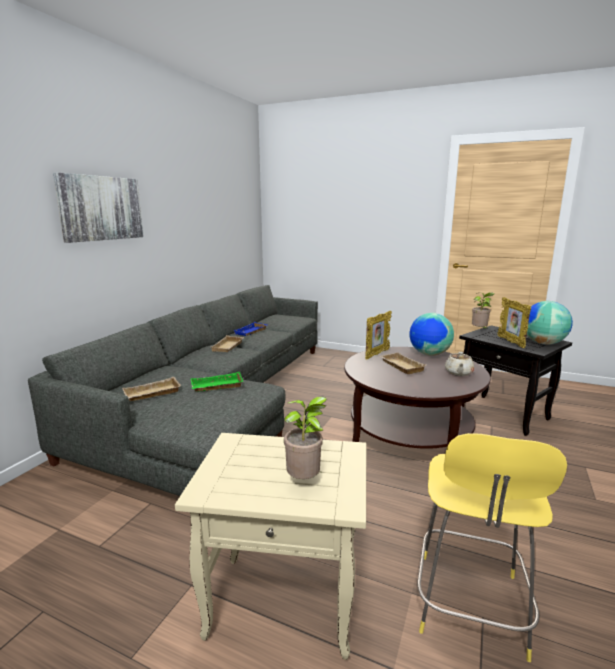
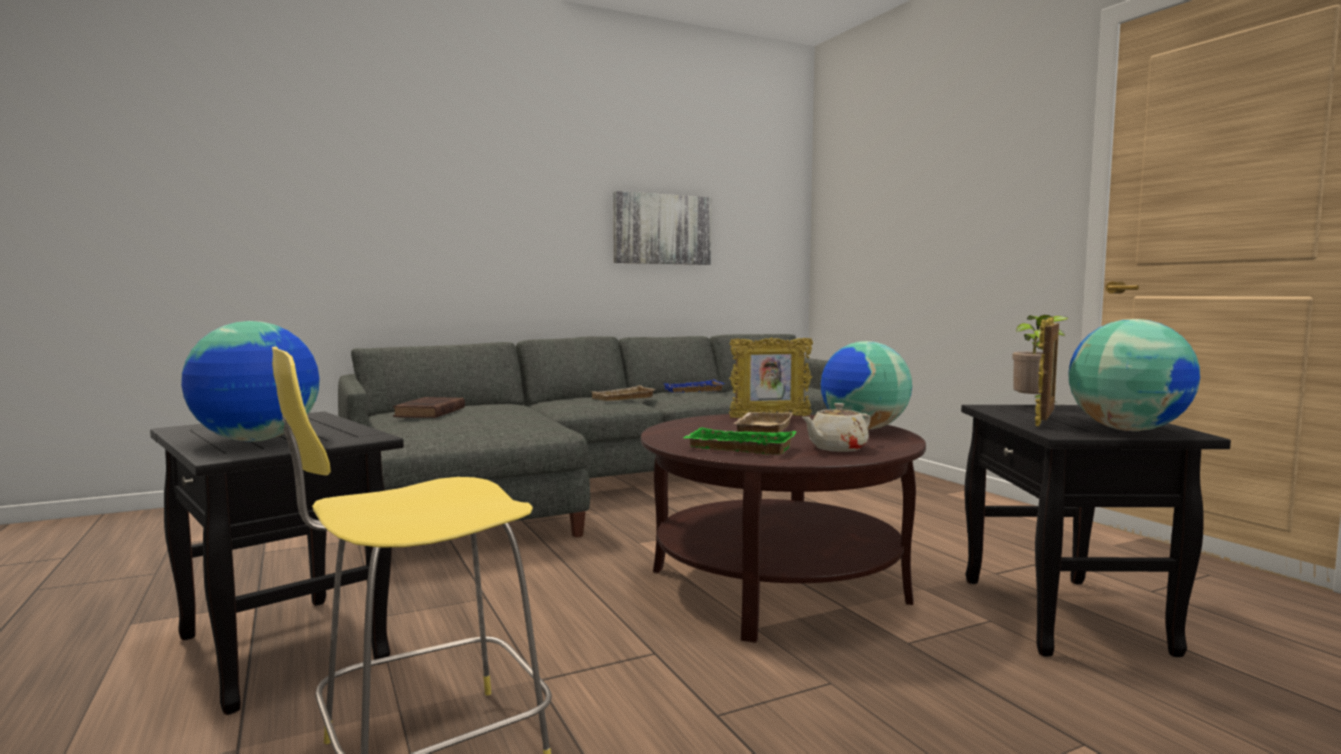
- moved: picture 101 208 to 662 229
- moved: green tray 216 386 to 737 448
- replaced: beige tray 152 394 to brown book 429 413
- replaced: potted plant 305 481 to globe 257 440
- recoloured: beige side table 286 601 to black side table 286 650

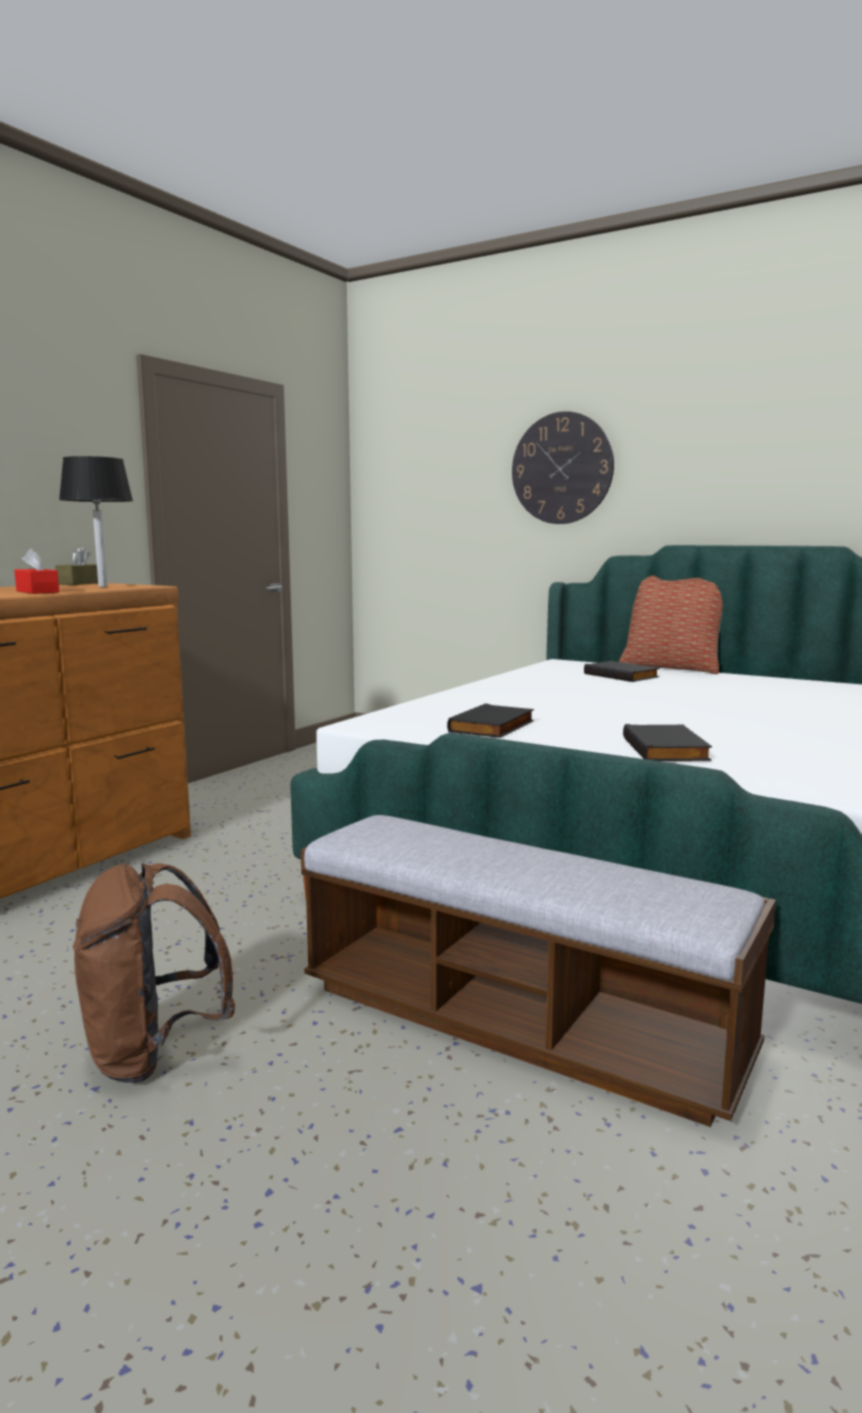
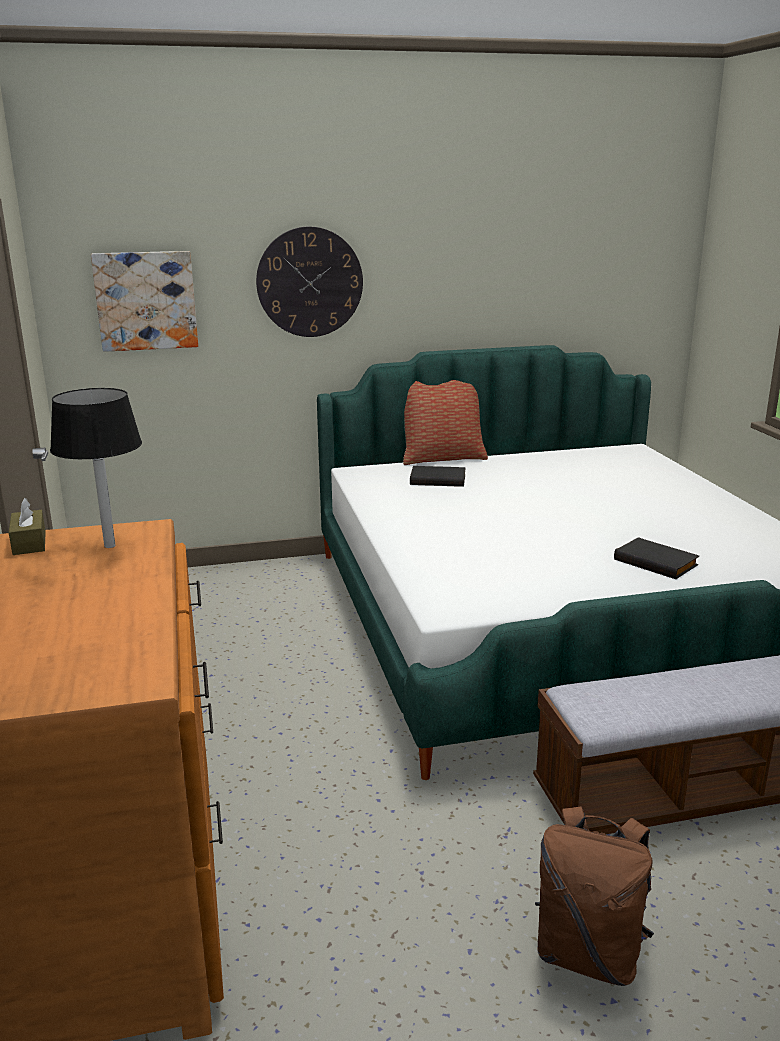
- removed: red tissue box 37 591
- removed: black book 493 727
- added: picture 146 301

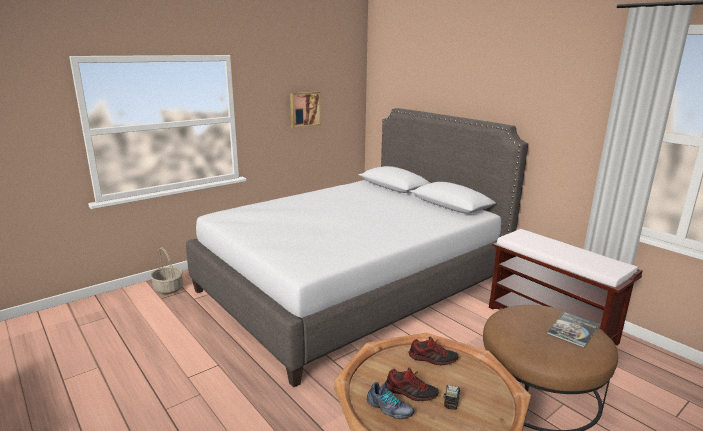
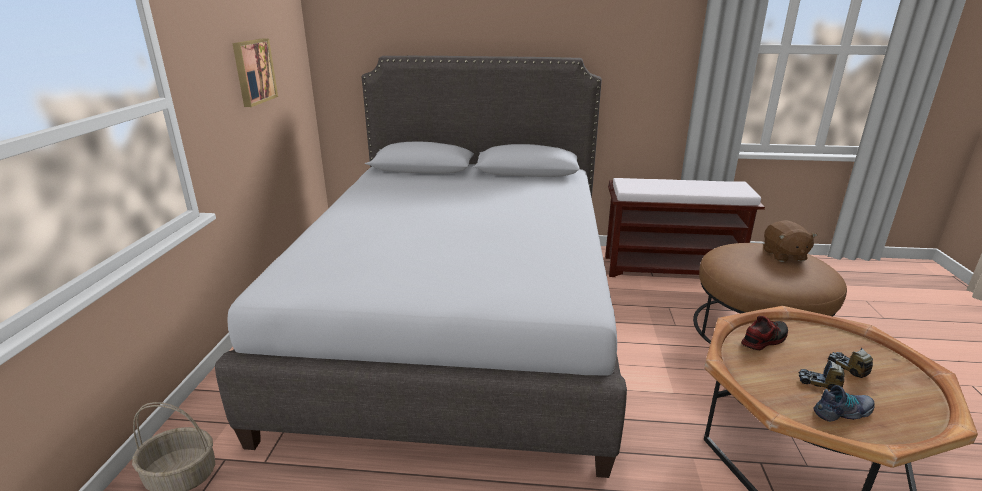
- replaced: shoe 411 392 to toy truck 819 383
- replaced: book 573 330 to brown plush toy 784 255

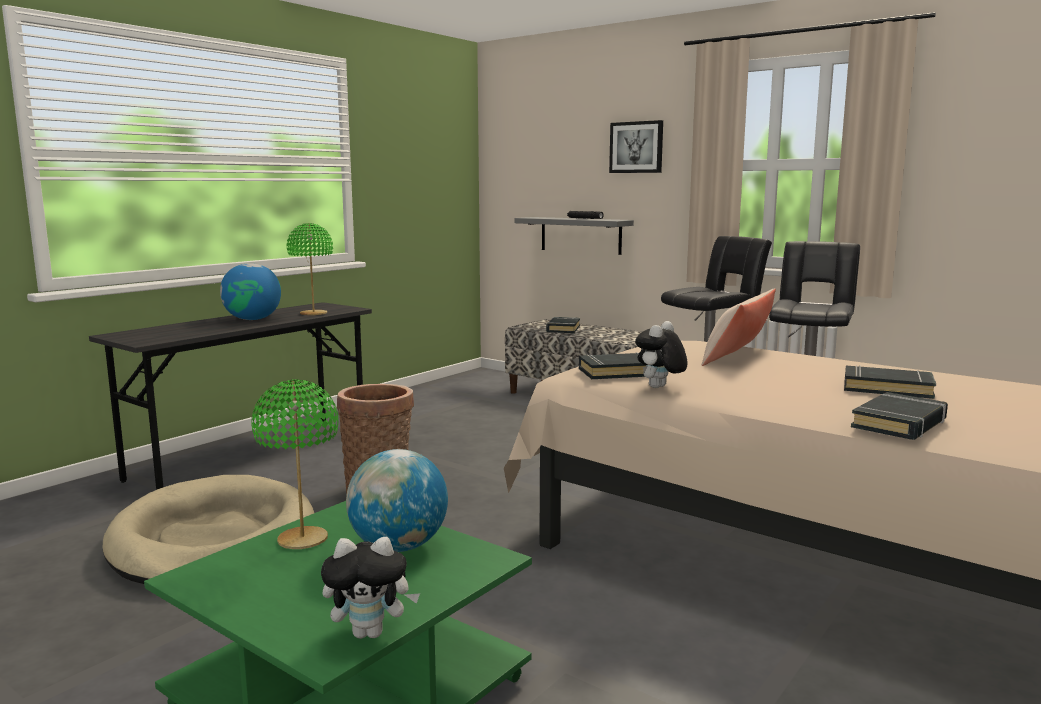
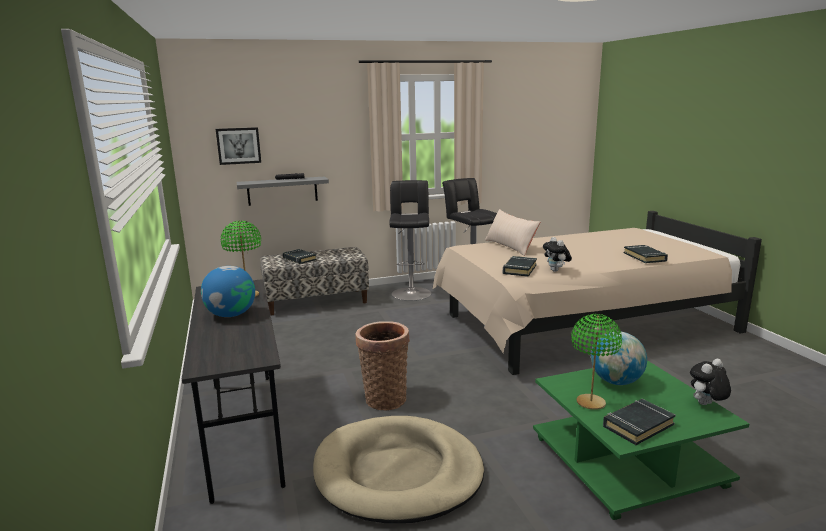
- moved: picture 636 147 to 238 145
- moved: black book 887 388 to 637 425
- turned: plush toy 371 632 = 706 405 150 degrees counterclockwise

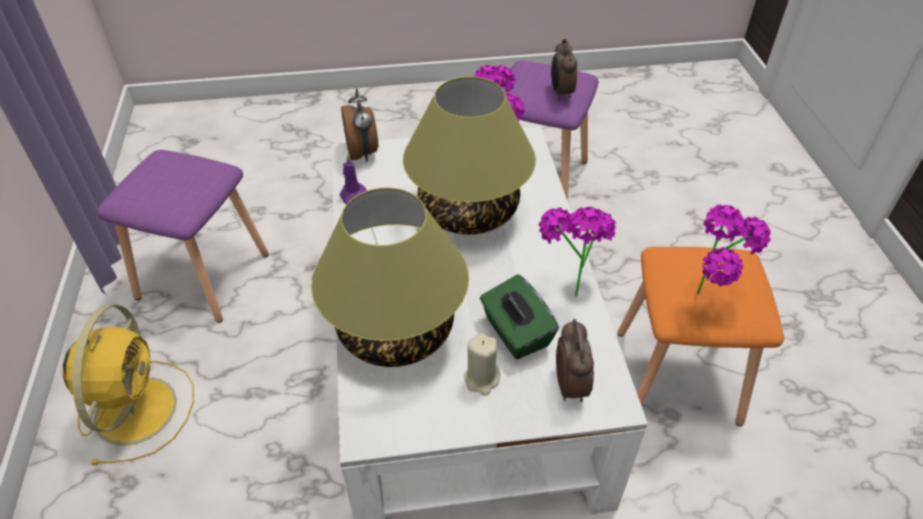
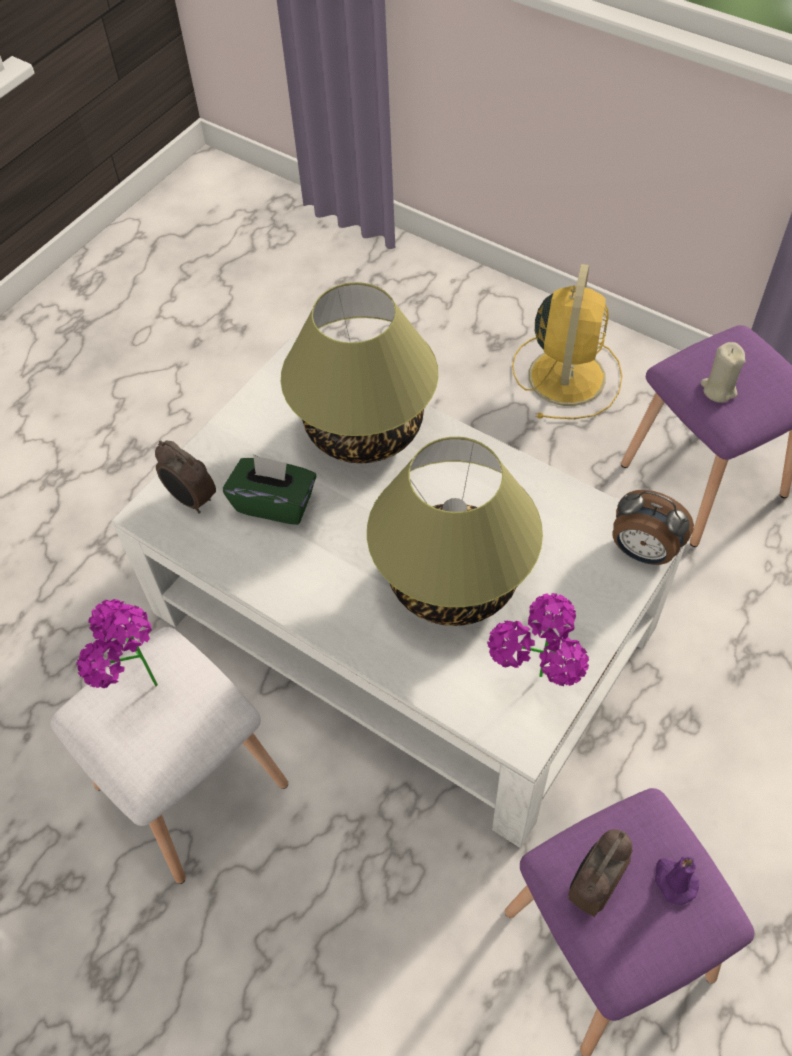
- removed: potted plant 569 285
- moved: purple candle 352 194 to 674 880
- moved: beige candle 482 379 to 718 389
- recoloured: orange stool 679 375 to white stool 190 788
- turned: yellow fan 137 407 = 567 374 120 degrees counterclockwise
- turned: alarm clock 560 93 = 593 886 90 degrees counterclockwise

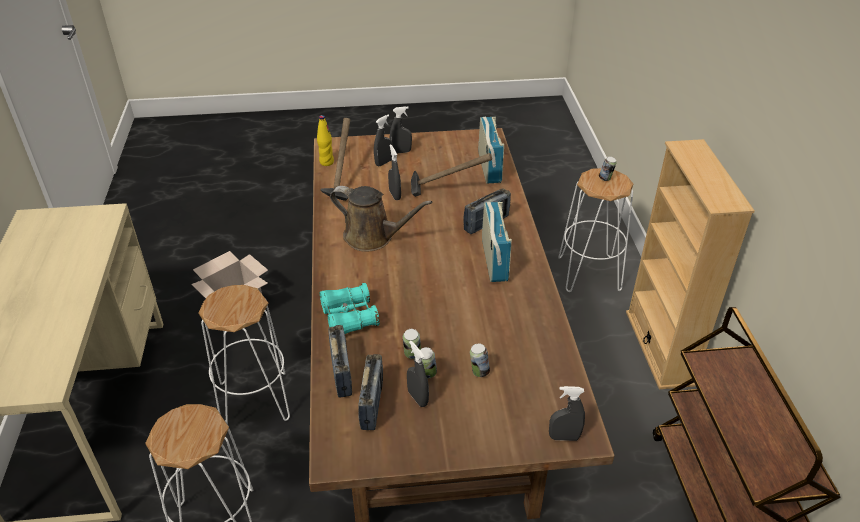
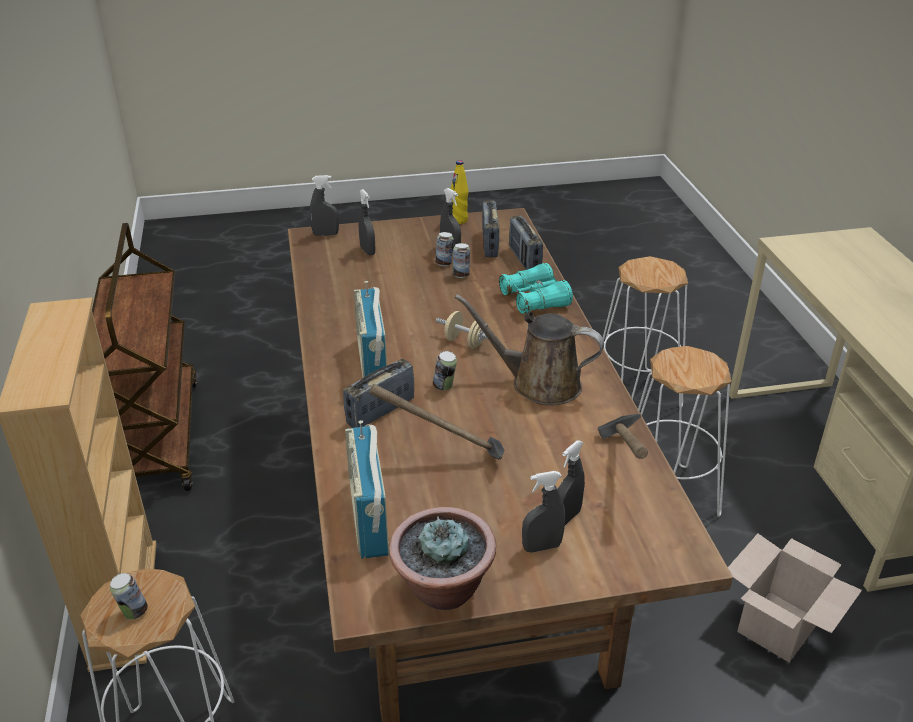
- added: potted plant 443 589
- added: beige dumbbell 465 342
- moved: yellow bottle 326 162 to 459 220
- moved: grey spray bottle 395 195 to 367 251
- moved: can 479 372 to 444 387

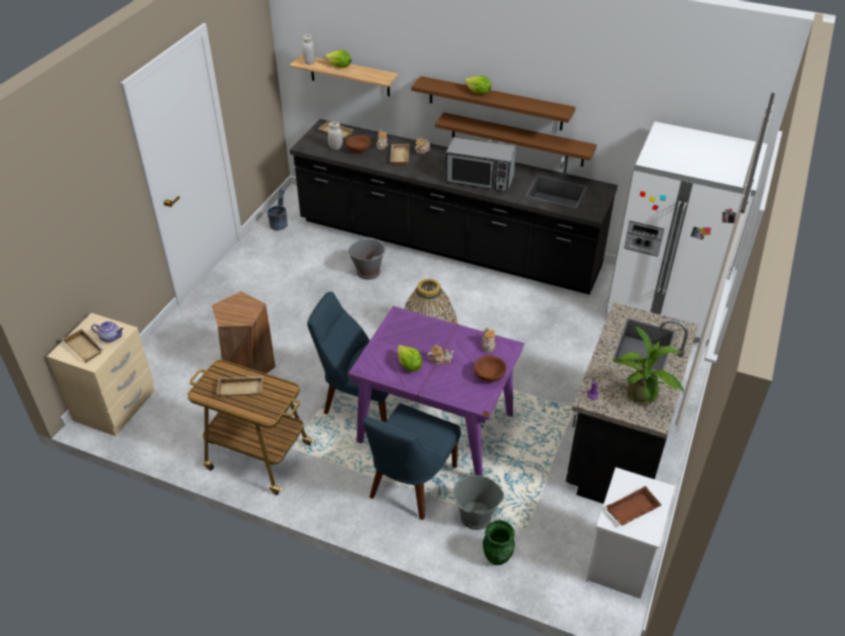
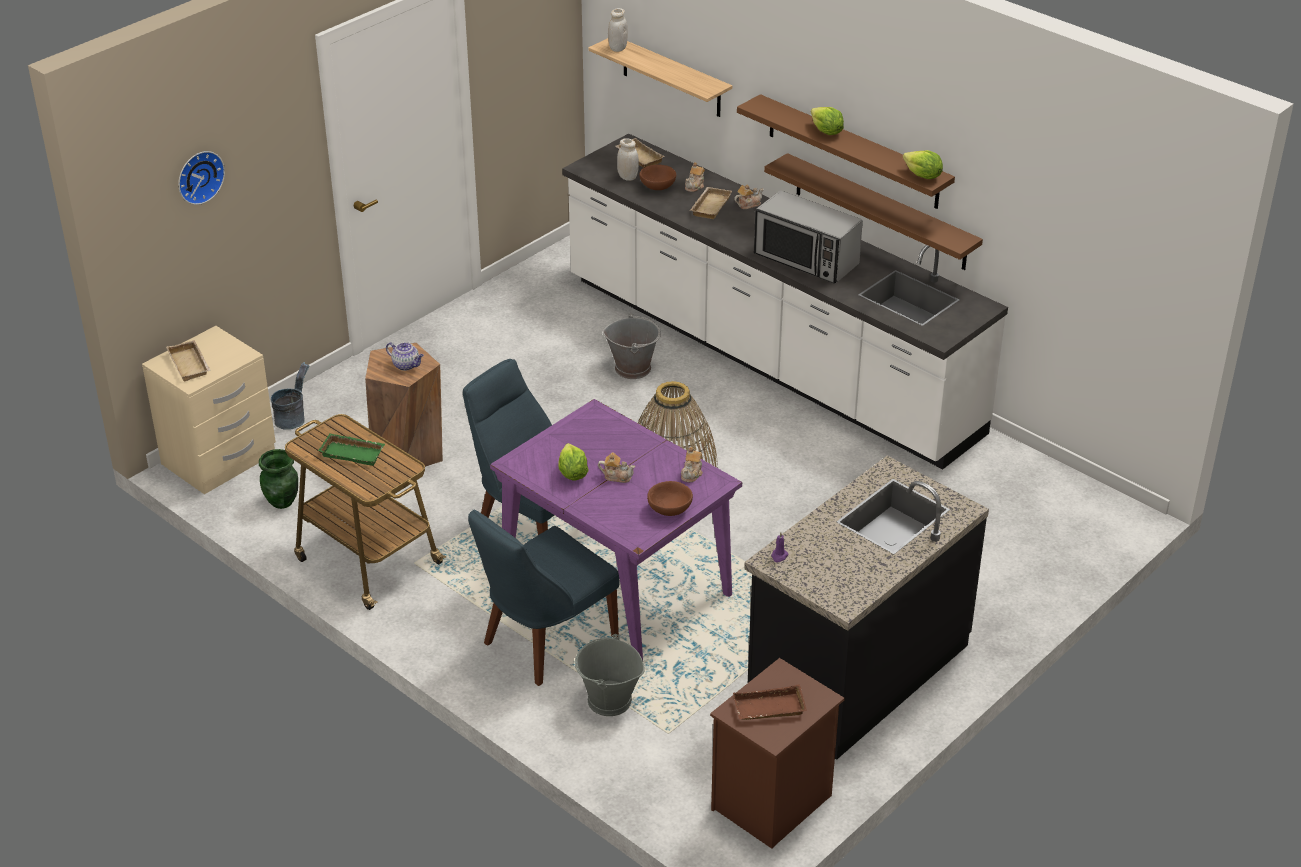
- removed: white fridge 664 307
- removed: potted plant 643 397
- added: wall clock 198 176
- moved: teapot 111 337 to 406 365
- moved: grey bucket 279 223 to 293 418
- moved: lettuce 339 67 to 922 176
- moved: green vase 497 557 to 282 501
- recoloured: beige tray 241 388 to green tray 353 452
- recoloured: black counter 447 246 to white counter 768 357
- recoloured: white nightstand 621 563 to brown nightstand 772 804

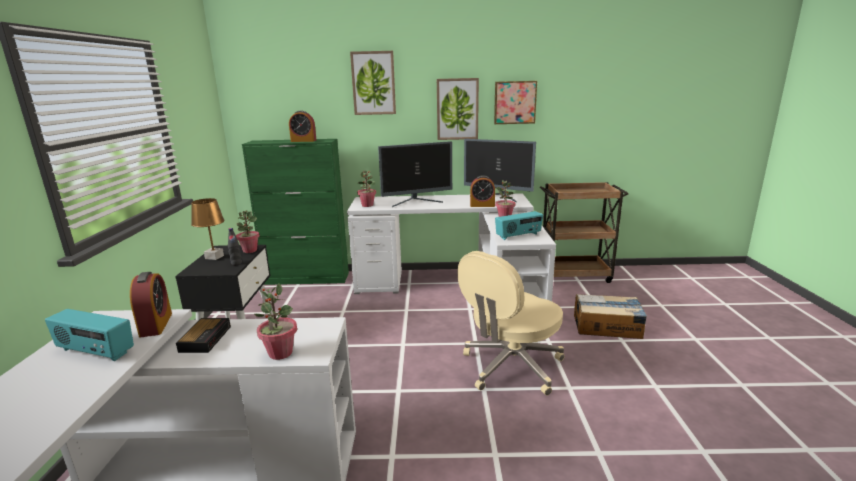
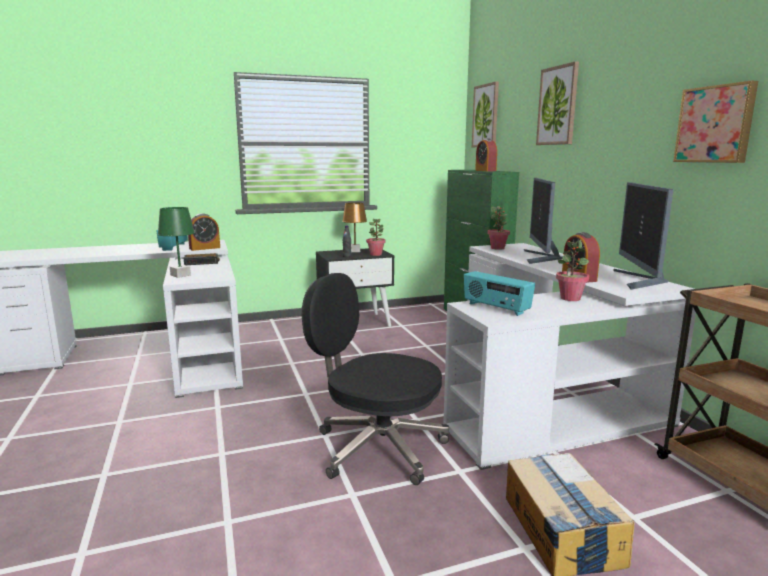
- moved: picture 457 109 to 486 116
- replaced: potted plant 280 353 to green table lamp 180 275
- recoloured: beige office chair 510 367 to black office chair 377 447
- turned: monitor 416 202 = 541 258 45 degrees clockwise

